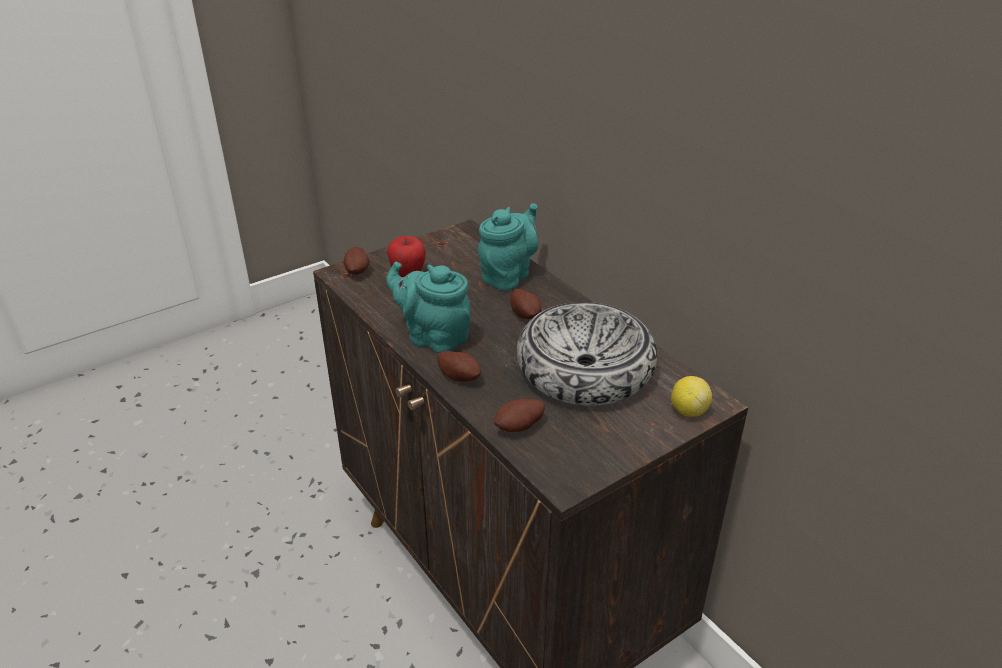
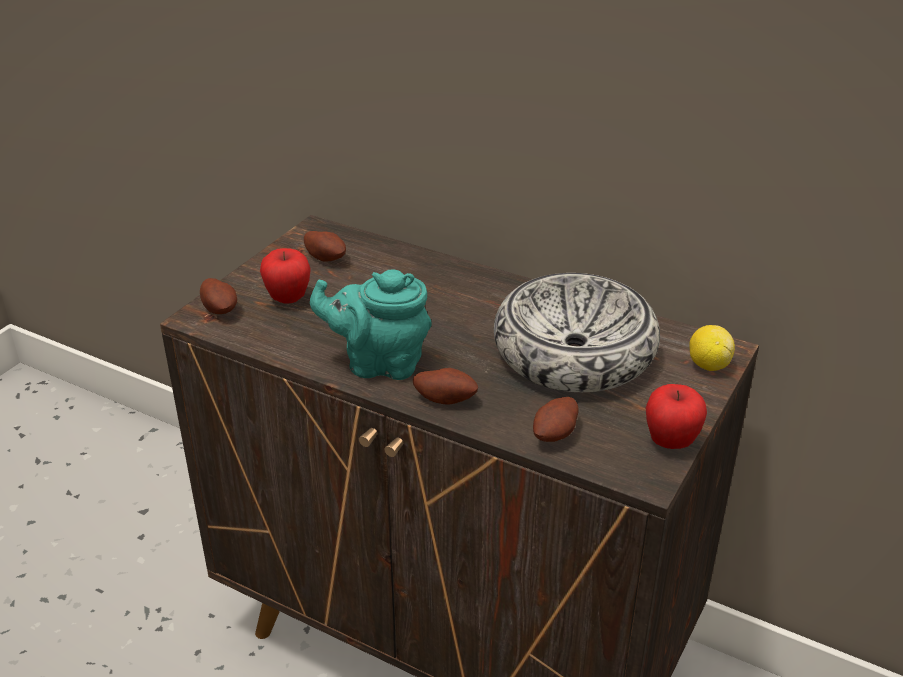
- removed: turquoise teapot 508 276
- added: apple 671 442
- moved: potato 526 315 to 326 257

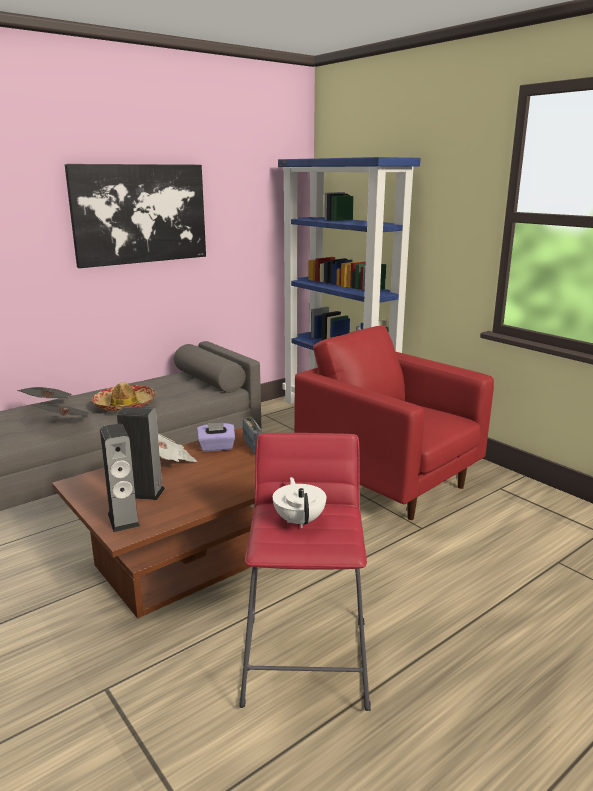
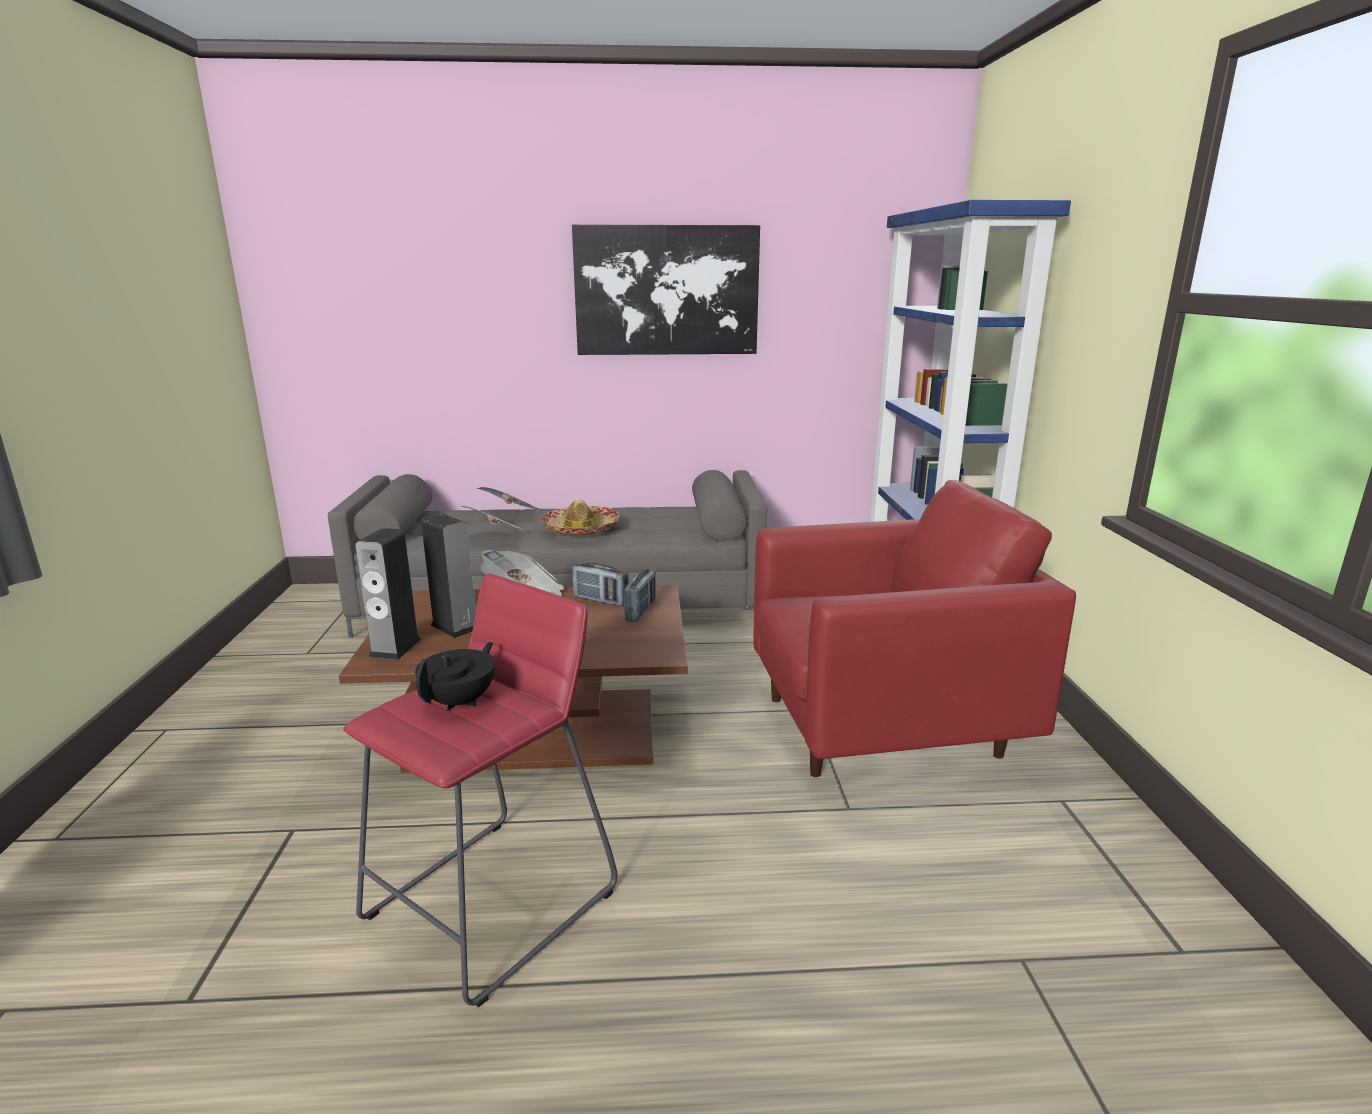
- replaced: purple tissue box 216 447 to radio 601 600
- recoloured: white teapot 299 520 to black teapot 461 701
- turned: red armchair 389 481 = 881 727 90 degrees clockwise

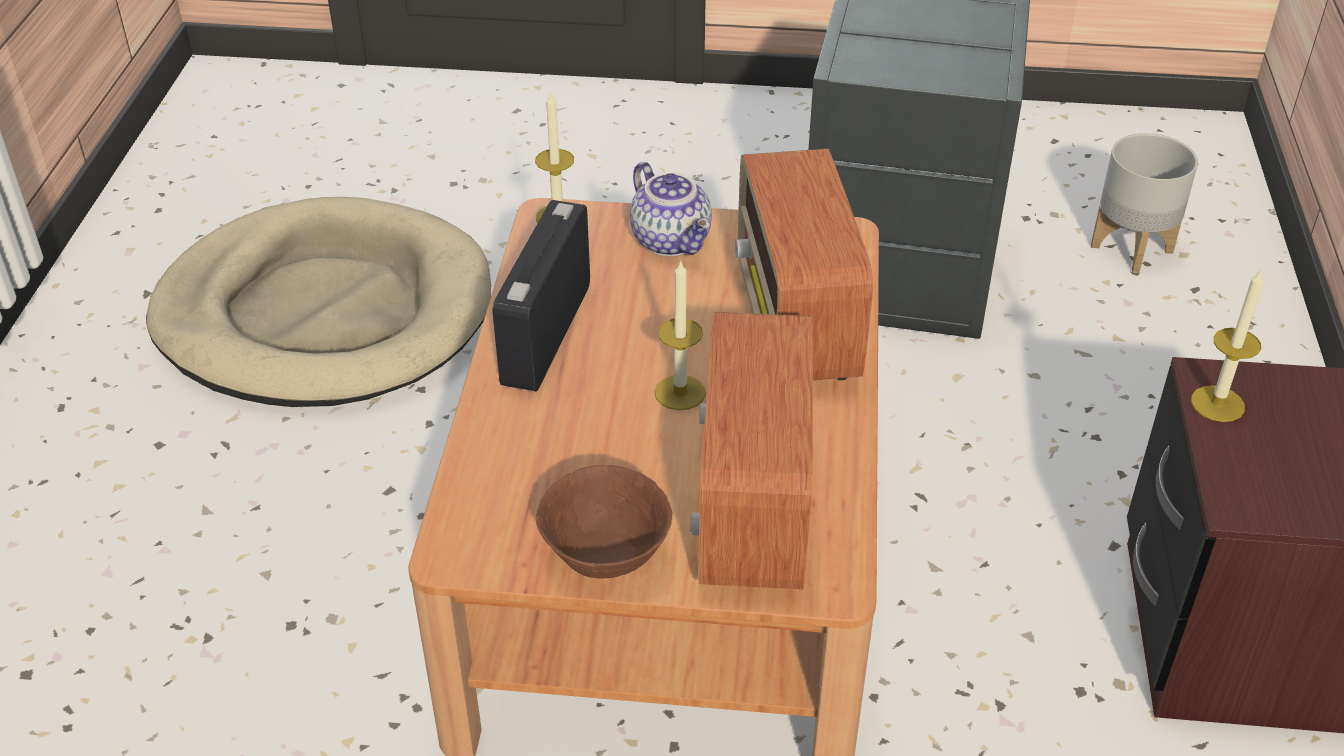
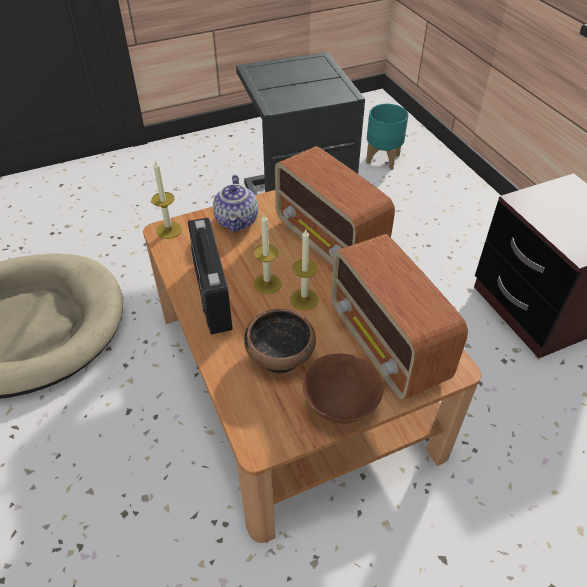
- added: bowl 281 355
- moved: candle 1217 404 to 267 284
- recoloured: grey planter 1132 248 to turquoise planter 383 158
- turned: teapot 673 241 = 238 221 60 degrees clockwise

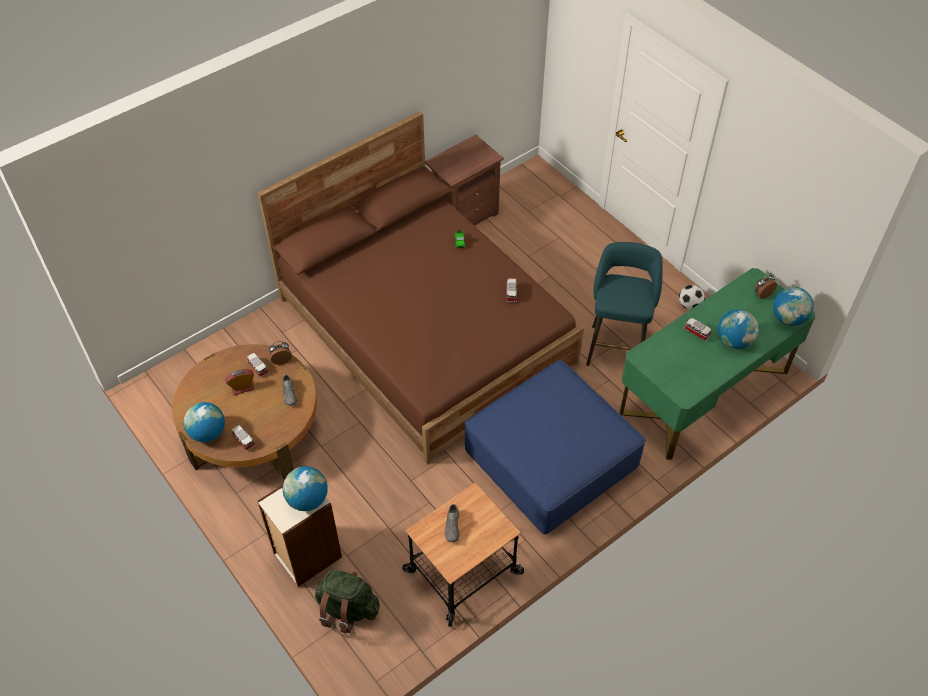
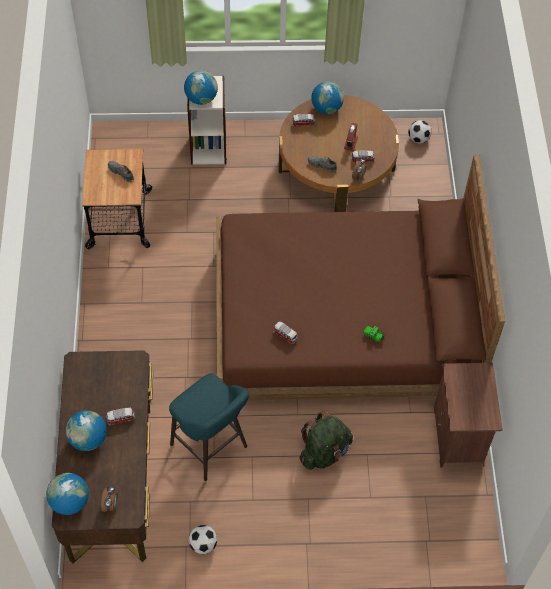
- removed: blue ottoman 551 458
- added: football 418 139
- moved: green backpack 347 609 to 324 452
- recoloured: green desk 704 392 to brown desk 112 478

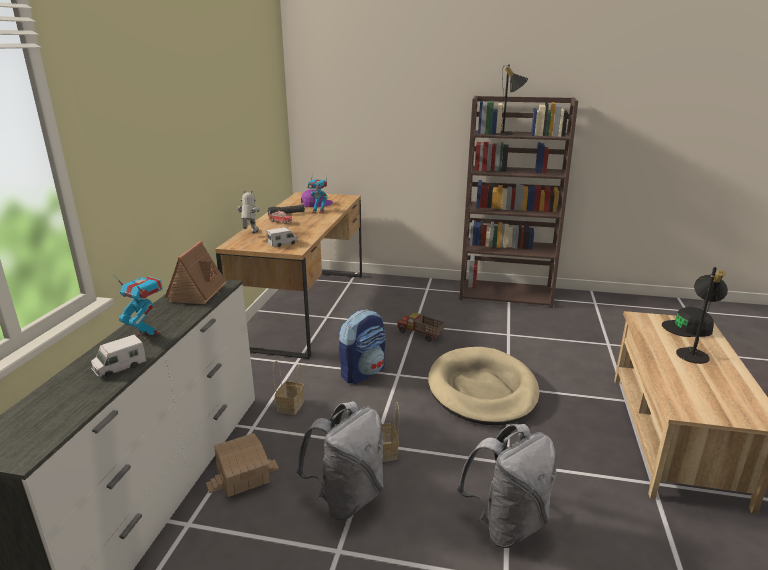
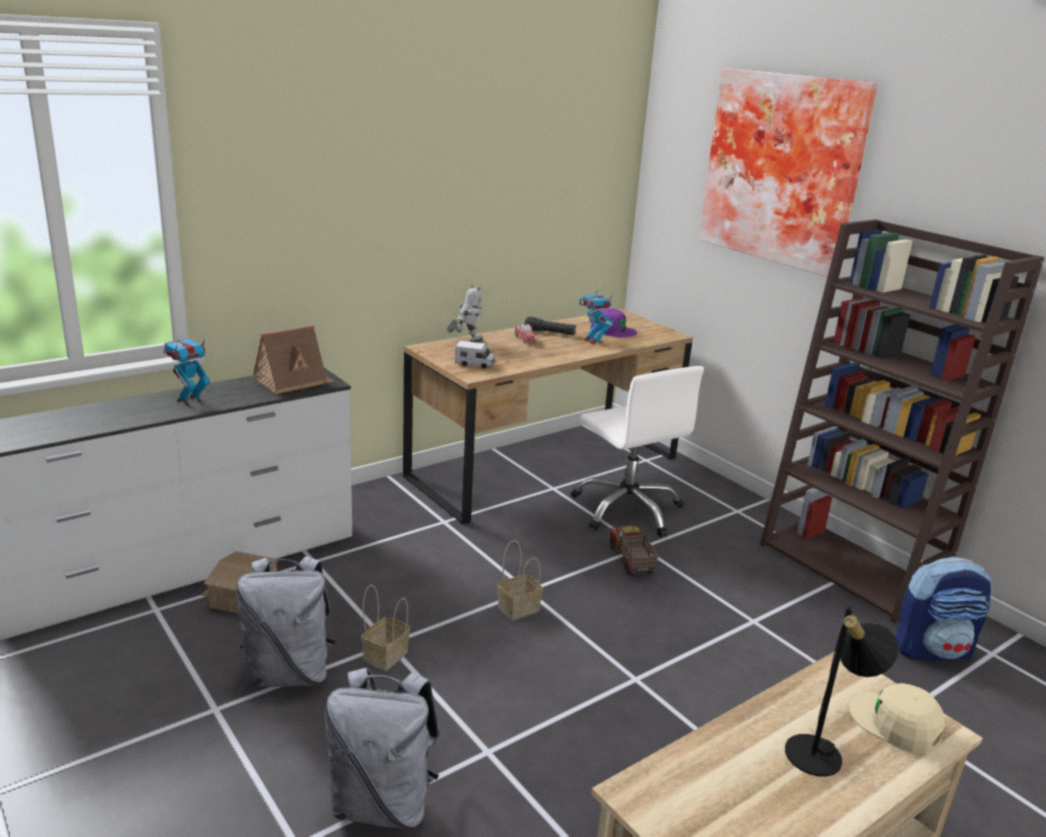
- removed: toy truck 119 367
- removed: beige dog bed 482 390
- removed: black table lamp 507 134
- added: white office chair 627 509
- added: picture 784 169
- moved: basket 290 405 to 519 607
- moved: backpack 363 372 to 933 650
- recoloured: black cap 687 328 to beige cap 896 724
- turned: toy robot 147 334 = 190 401 120 degrees counterclockwise

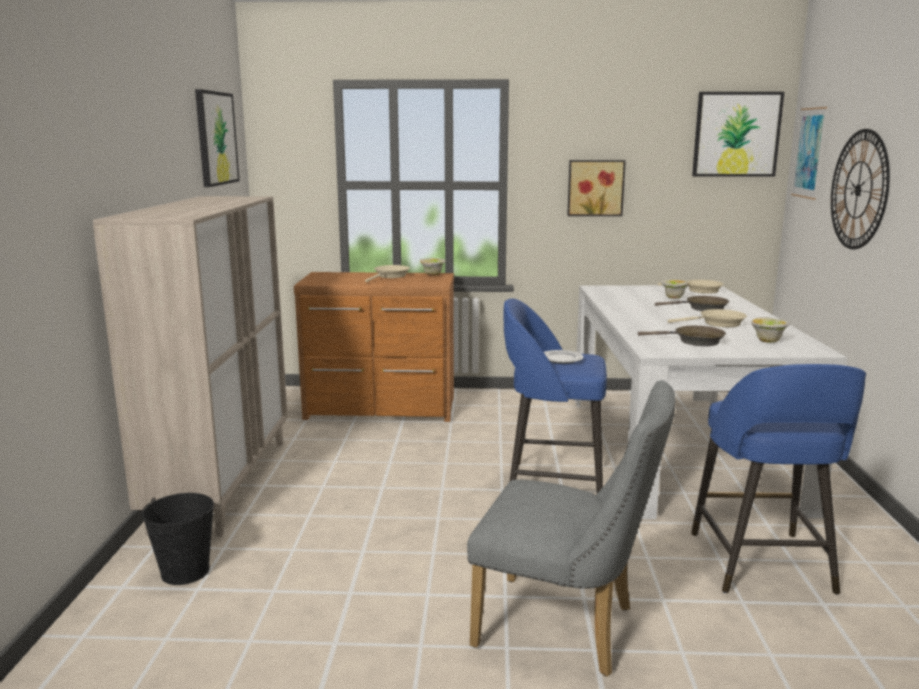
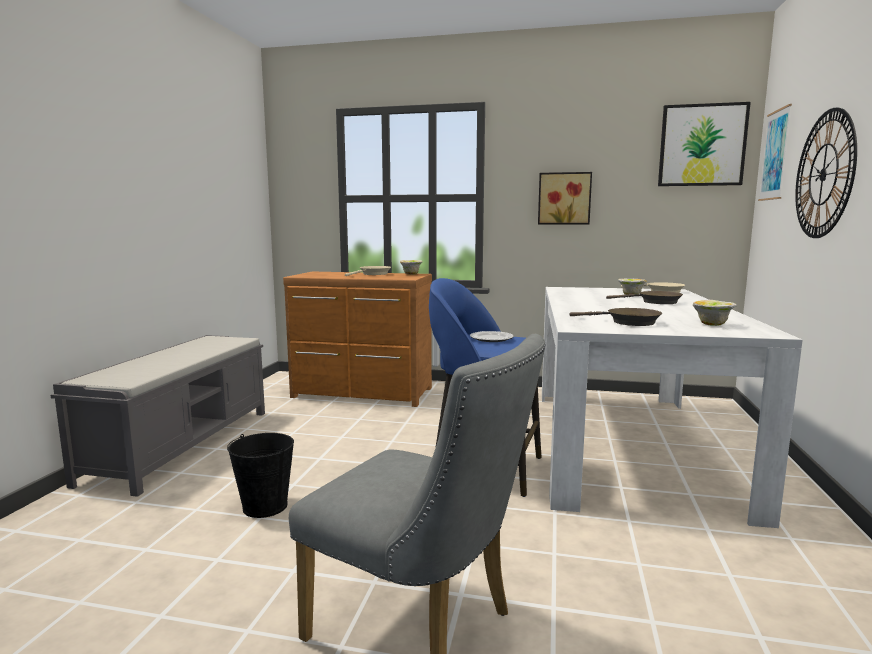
- removed: picture 216 138
- removed: beige frying pan 718 323
- removed: blue stool 762 565
- moved: black bucket 185 571 to 265 506
- replaced: beige cabinet 222 483 to grey bench 183 444

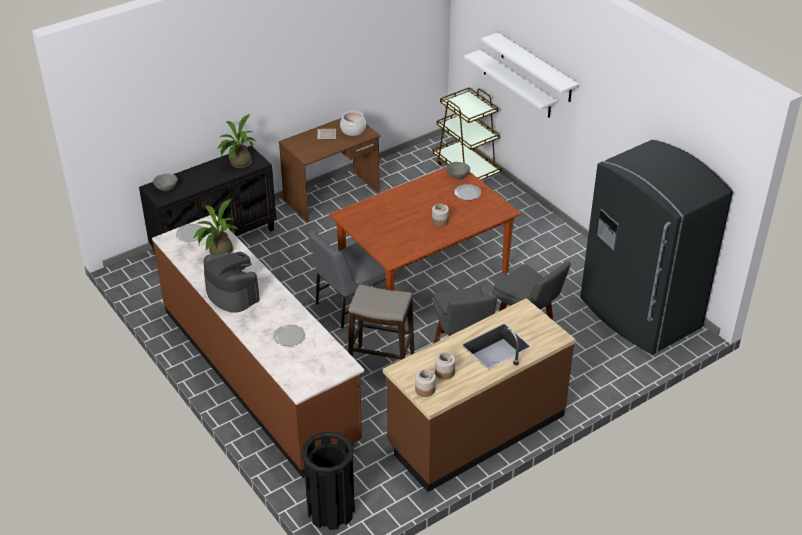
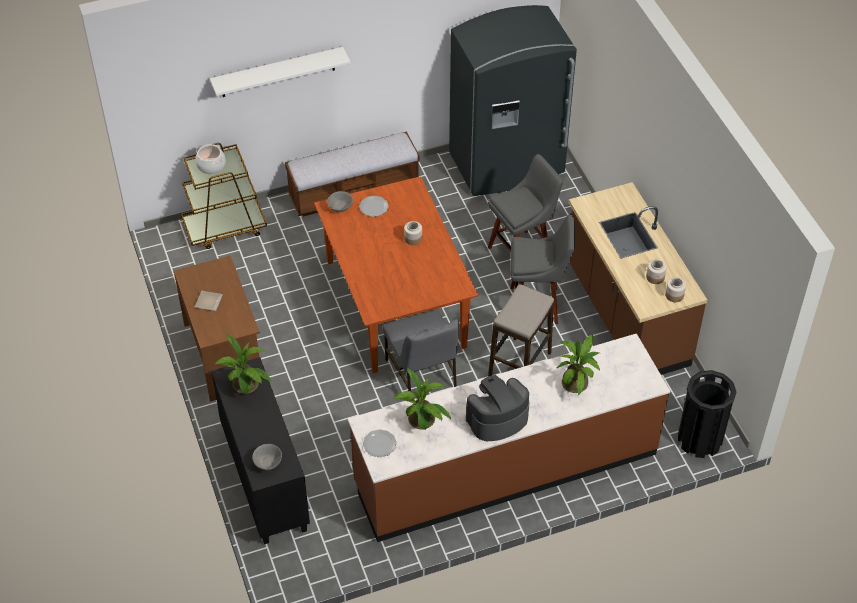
- removed: white shelf 517 84
- added: bench 354 191
- moved: cooking pot 353 130 to 211 165
- replaced: plate 289 337 to potted plant 577 382

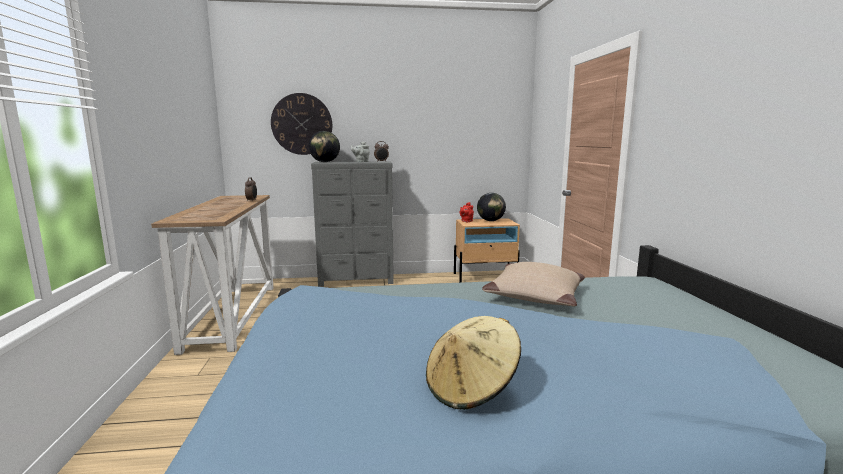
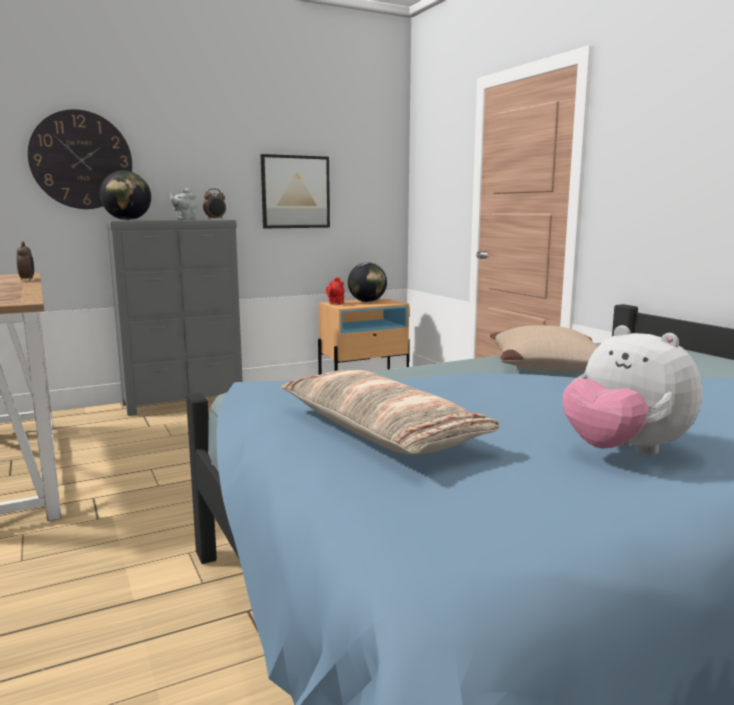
- added: picture 295 192
- added: pillow 380 431
- replaced: beige hat 471 388 to plush toy 623 451

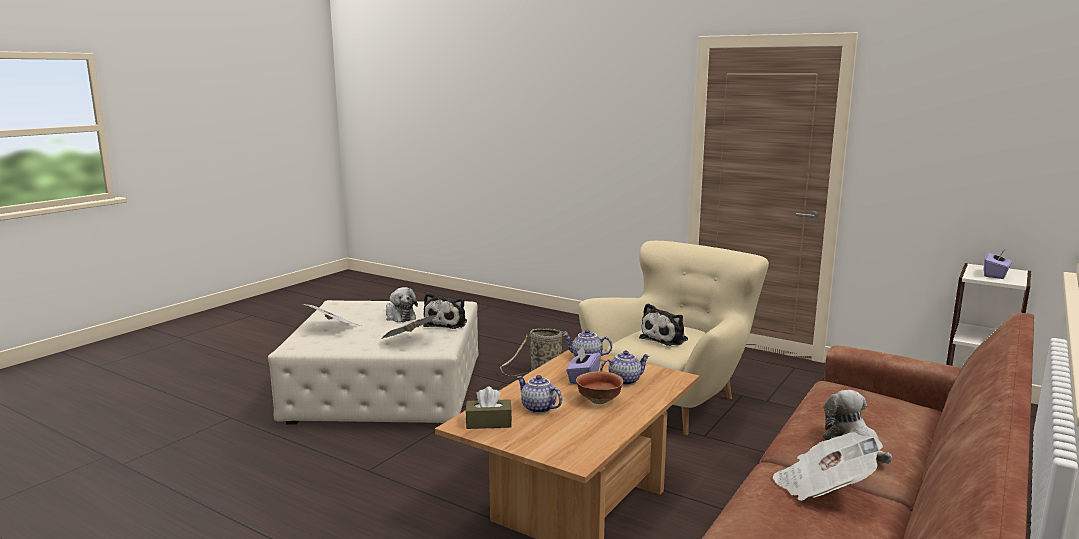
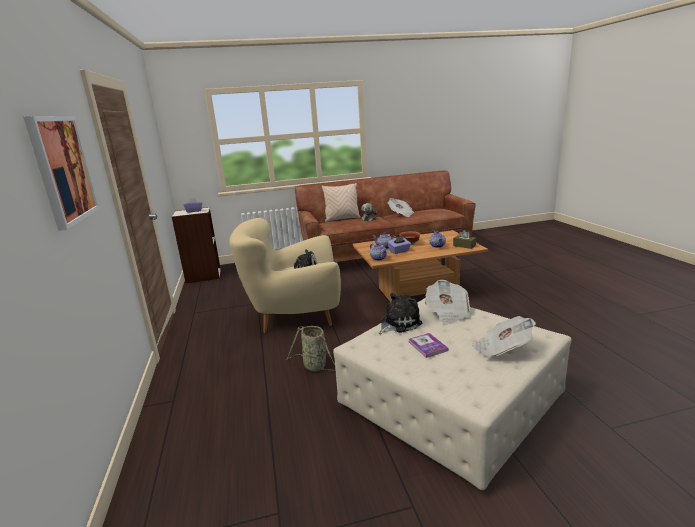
- added: picture 62 169
- added: beige pillow 342 219
- replaced: plush toy 399 316 to book 427 346

